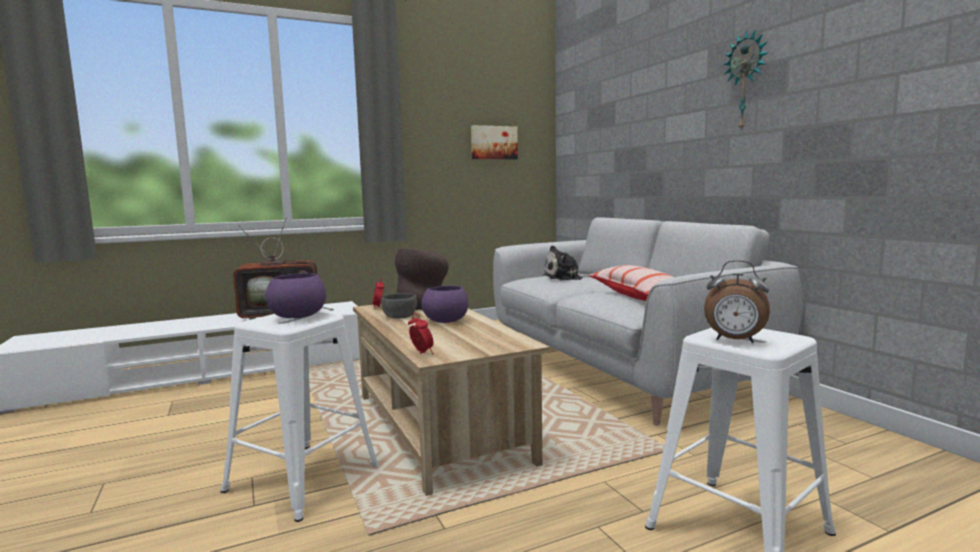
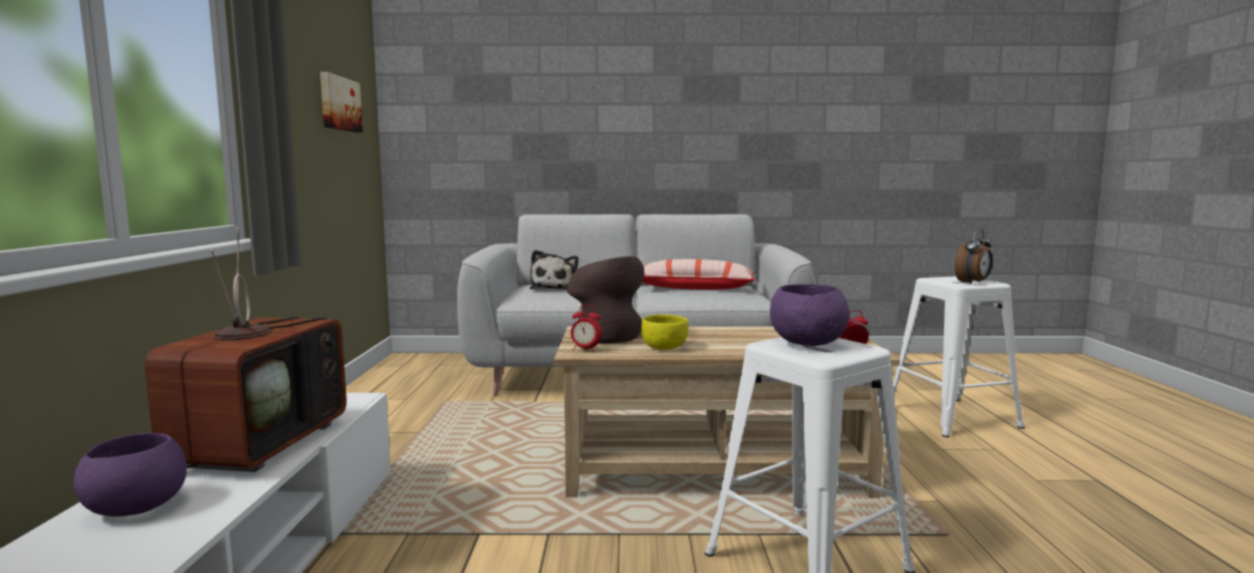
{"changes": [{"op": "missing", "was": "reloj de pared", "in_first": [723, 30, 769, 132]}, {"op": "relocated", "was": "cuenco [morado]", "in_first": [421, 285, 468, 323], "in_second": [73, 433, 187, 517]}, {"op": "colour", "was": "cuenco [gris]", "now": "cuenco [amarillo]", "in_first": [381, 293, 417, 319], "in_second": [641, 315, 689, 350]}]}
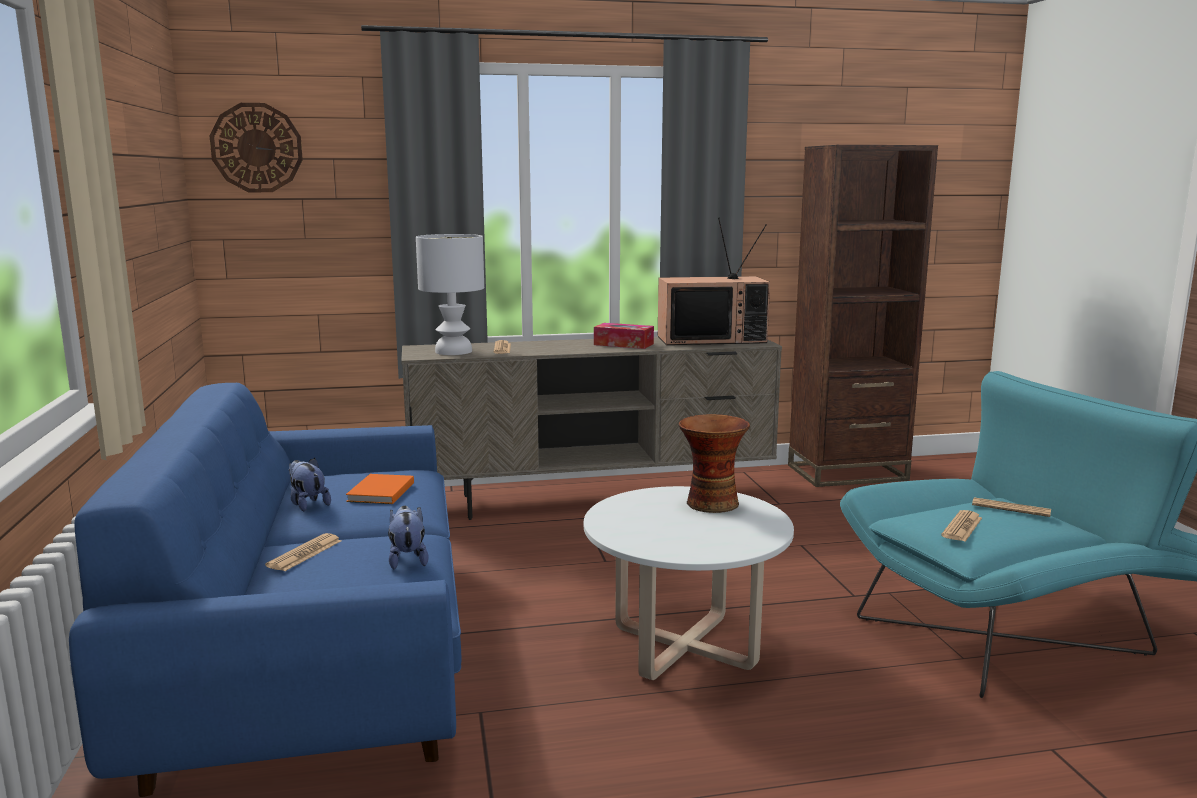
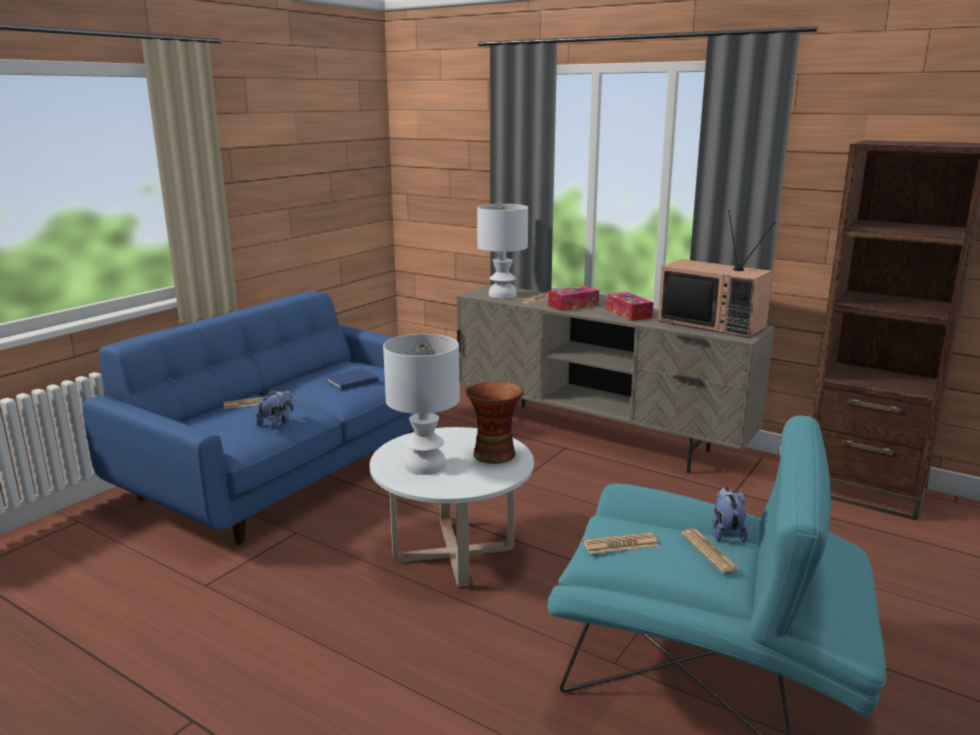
{"changes": [{"op": "missing", "was": "reloj de pared", "in_first": [210, 103, 303, 192]}, {"op": "relocated", "was": "peluche", "in_first": [289, 458, 331, 511], "in_second": [713, 487, 748, 543]}, {"op": "colour", "was": "libro [naranja]", "now": "libro [azul]", "in_first": [346, 474, 414, 504], "in_second": [326, 369, 379, 391]}, {"op": "appeared", "now": "caja de pañuelos", "in_second": [548, 286, 599, 311]}, {"op": "appeared", "now": "lámpara de mesa [blanco]", "in_second": [383, 334, 460, 475]}]}
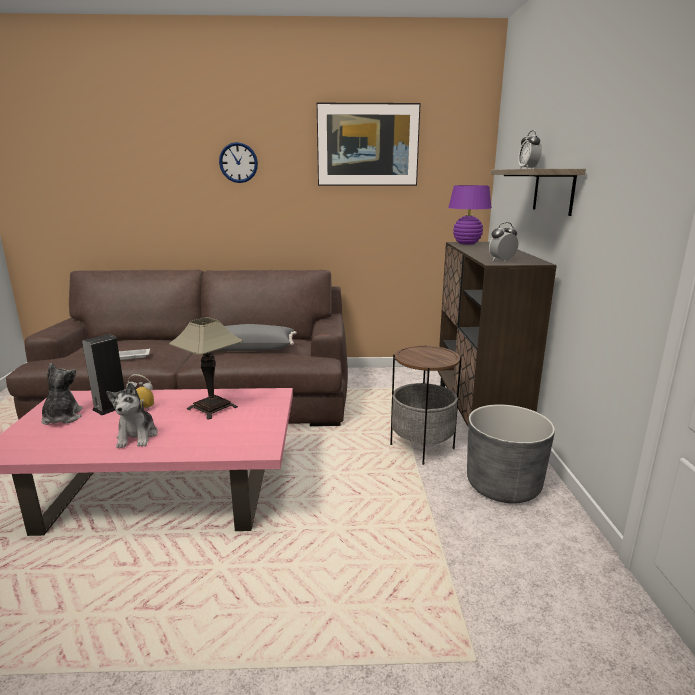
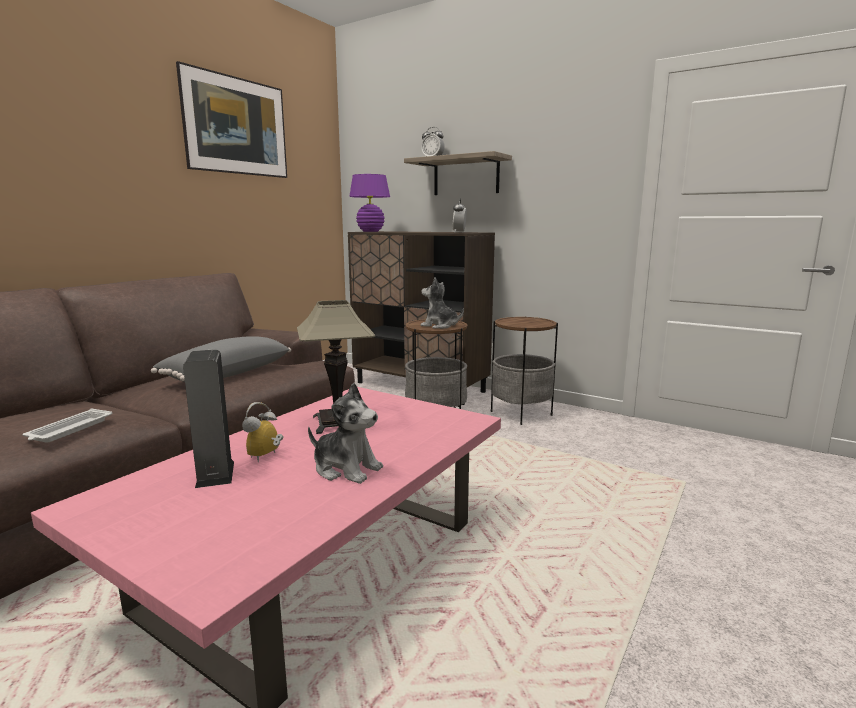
{"changes": [{"op": "missing", "was": "reloj de pared", "in_first": [219, 142, 258, 183]}, {"op": "relocated", "was": "peluche", "in_first": [41, 363, 83, 425], "in_second": [420, 277, 464, 329]}, {"op": "exchanged", "was": "maceta [gris]", "now": "mesa auxiliar", "in_first": [467, 404, 555, 503], "in_second": [491, 316, 558, 425]}]}
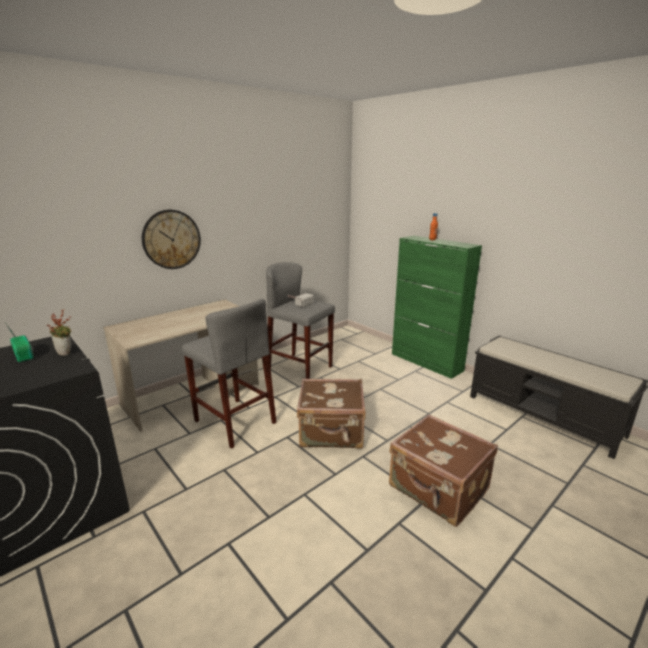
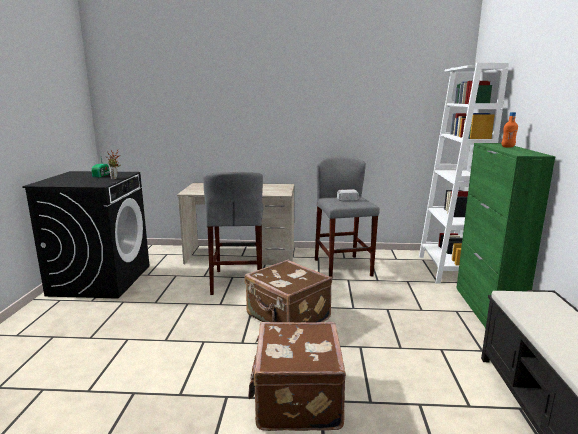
{"changes": [{"op": "missing", "was": "reloj de pared", "in_first": [142, 210, 201, 269]}, {"op": "appeared", "now": "estantería [blanco]", "in_second": [419, 63, 509, 284]}]}
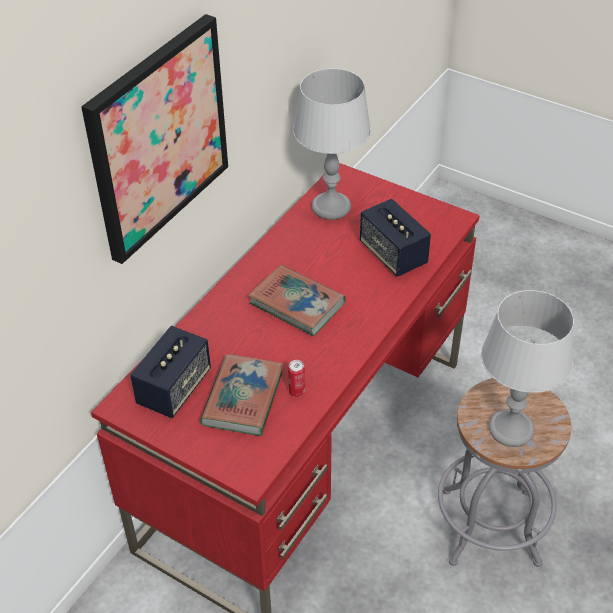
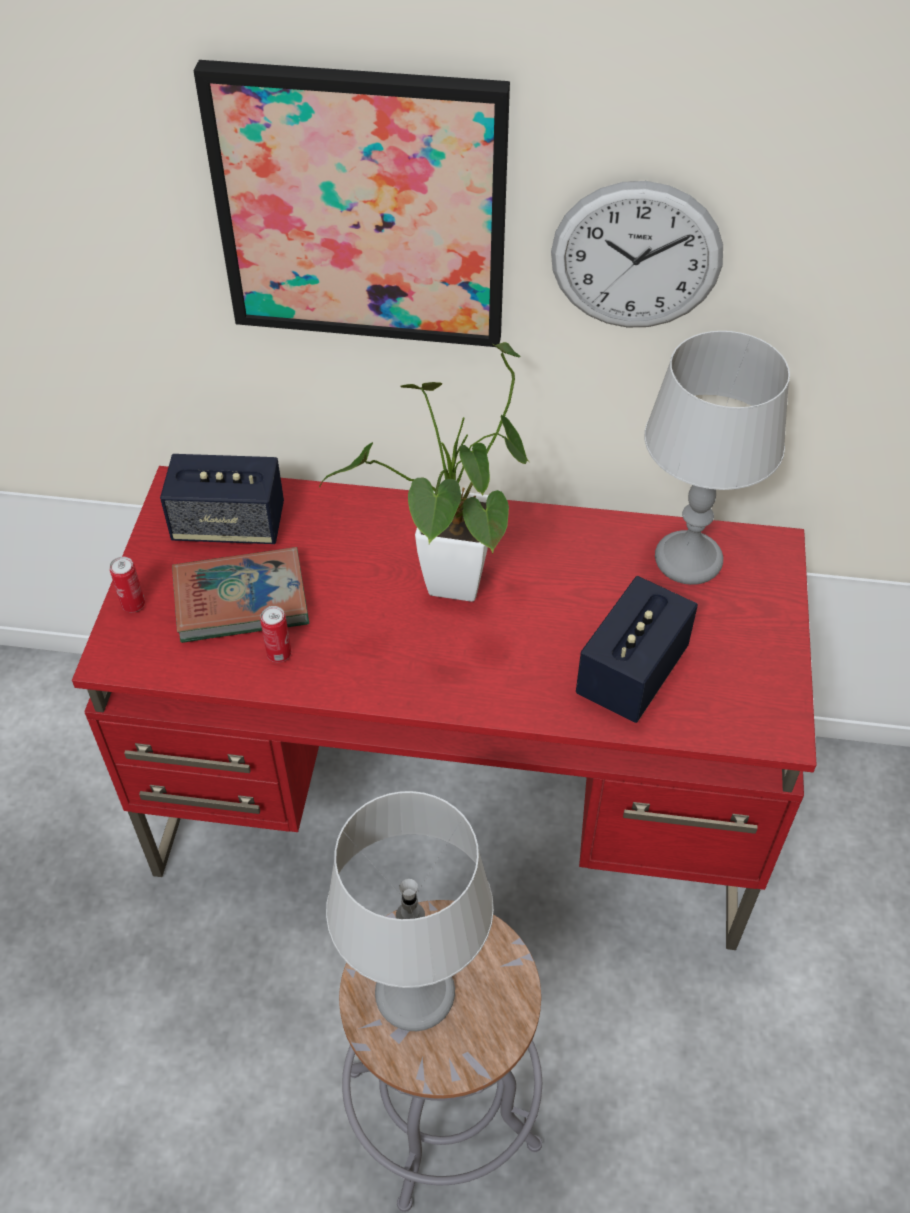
{"changes": [{"op": "exchanged", "was": "libro", "now": "planta en maceta", "in_first": [248, 265, 345, 336], "in_second": [318, 342, 529, 602]}, {"op": "appeared", "now": "reloj de pared", "in_second": [551, 181, 723, 327]}, {"op": "appeared", "now": "lata", "in_second": [110, 556, 145, 612]}]}
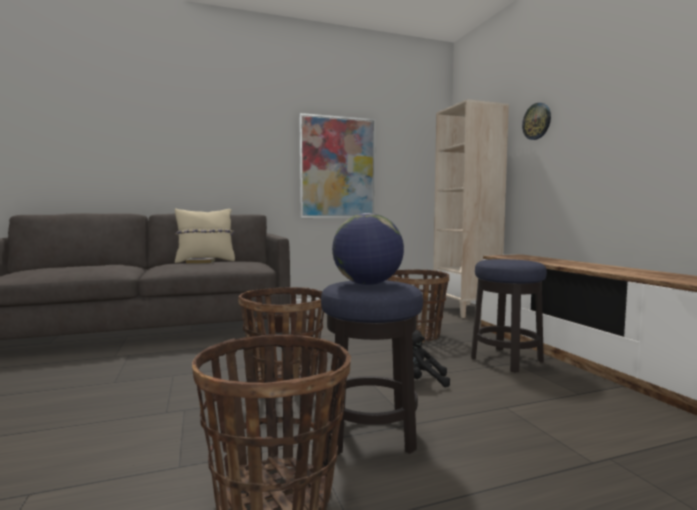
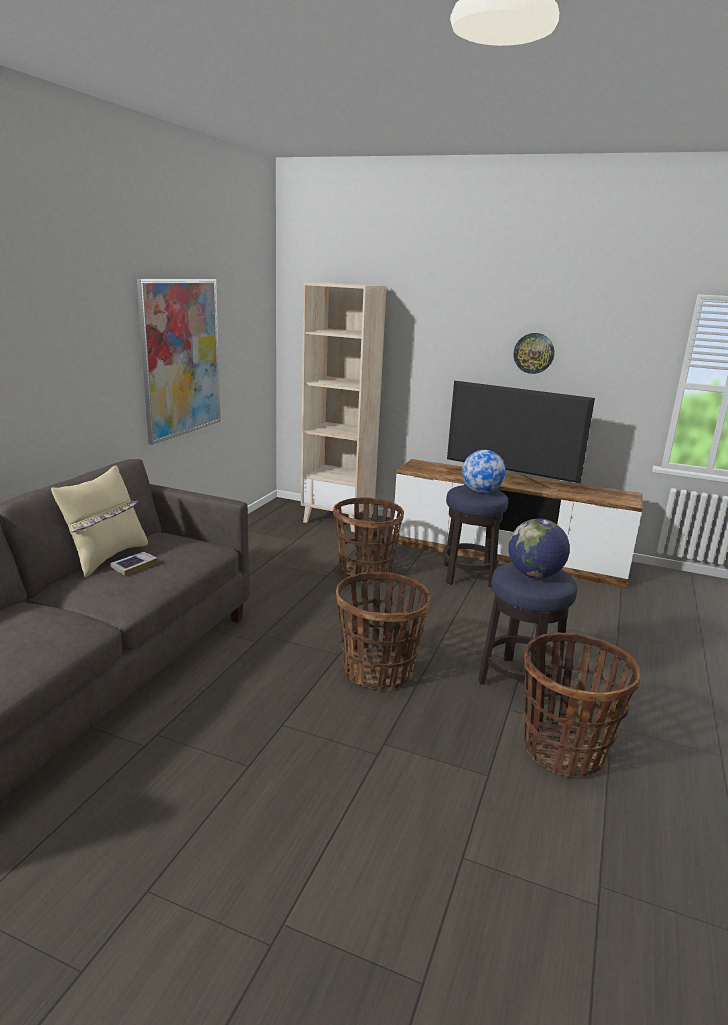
{"changes": [{"op": "relocated", "was": "reloj de pared", "in_first": [522, 103, 551, 140], "in_second": [514, 333, 555, 374]}, {"op": "missing", "was": "peluche [negro]", "in_first": [412, 330, 450, 387]}, {"op": "appeared", "now": "televisor", "in_second": [447, 380, 595, 489]}, {"op": "appeared", "now": "globo terráqueo", "in_second": [462, 450, 506, 493]}]}
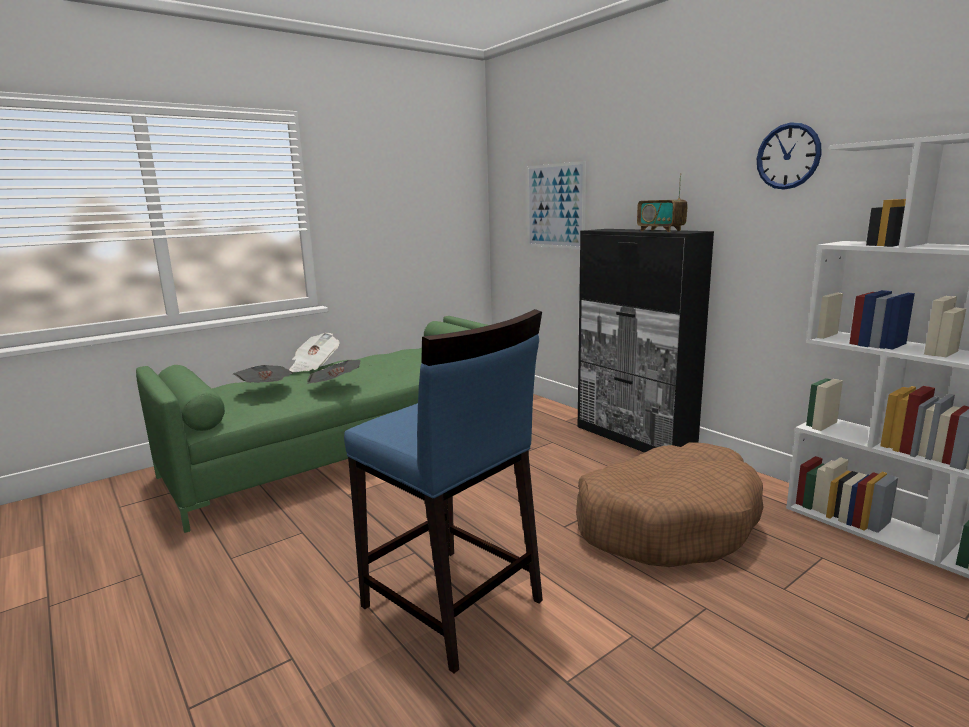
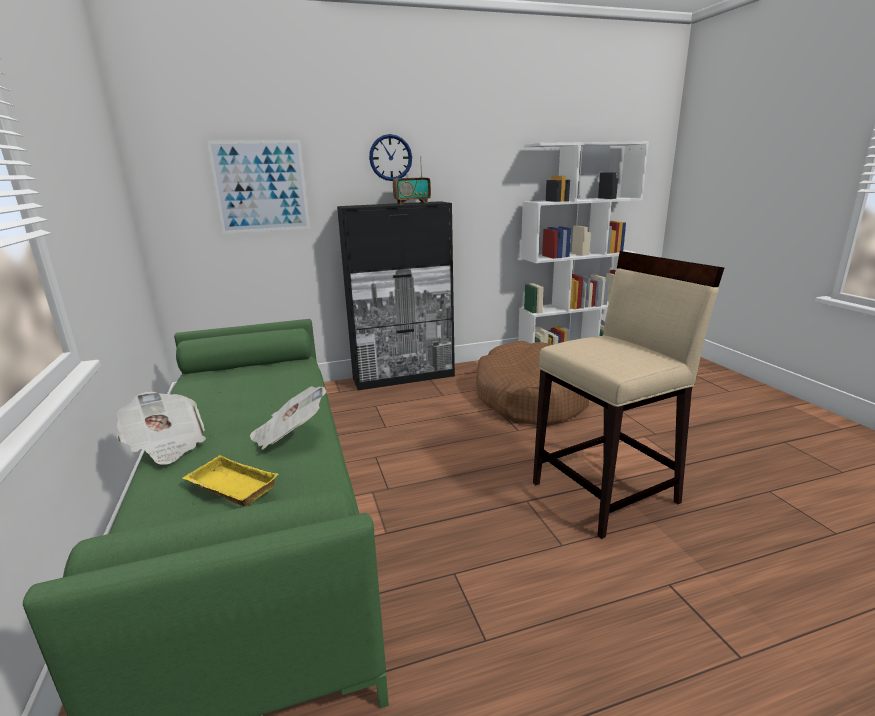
{"changes": [{"op": "relocated", "was": "reloj de pared", "in_first": [757, 122, 822, 190], "in_second": [369, 134, 412, 181]}, {"op": "colour", "was": "taburete [azul]", "now": "taburete [beis]", "in_first": [344, 309, 543, 674], "in_second": [533, 251, 724, 539]}, {"op": "exchanged", "was": "periódico", "now": "bandeja [amarillo]", "in_first": [233, 365, 293, 383], "in_second": [182, 455, 279, 506]}]}
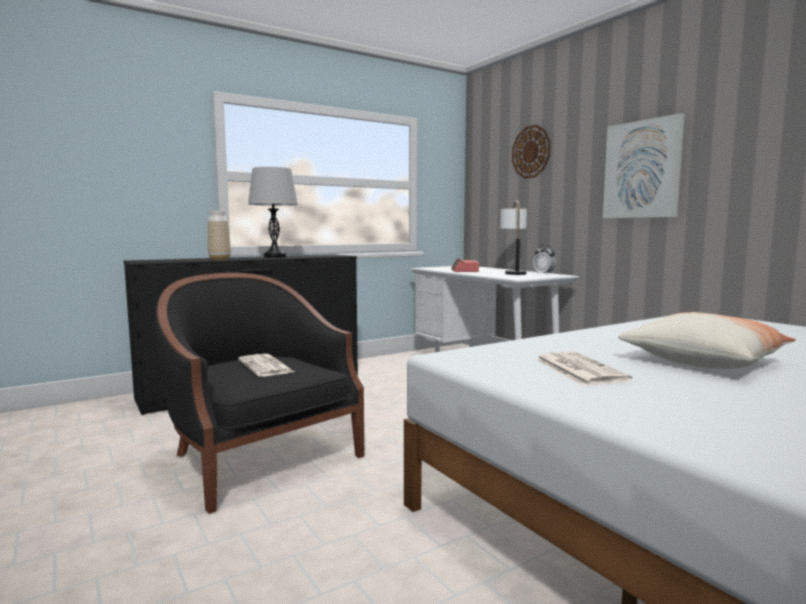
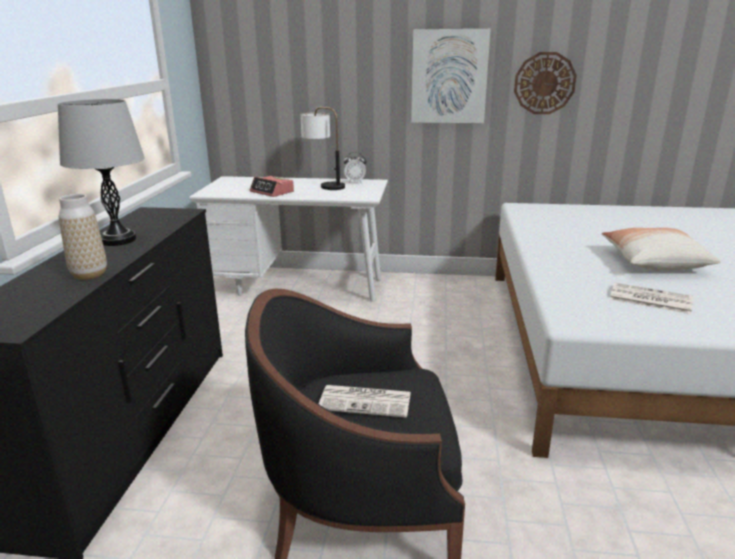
{"changes": [{"op": "relocated", "was": "reloj de pared", "in_first": [512, 125, 551, 179], "in_second": [514, 52, 577, 114]}]}
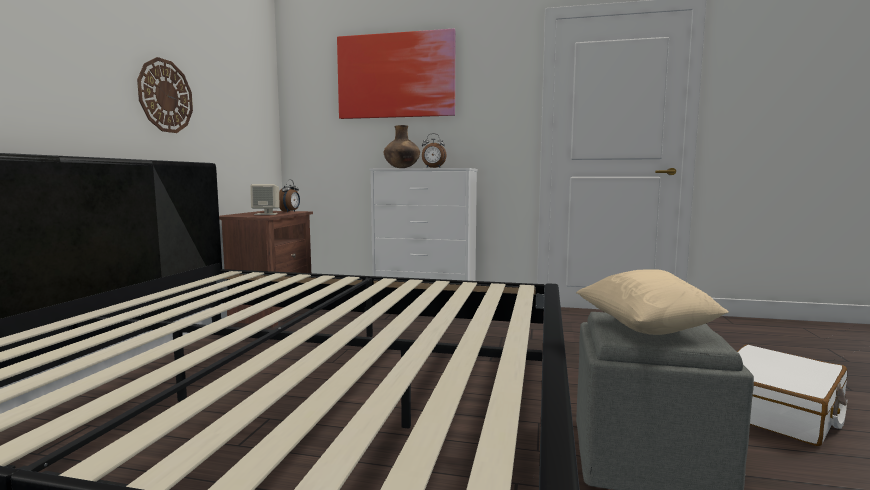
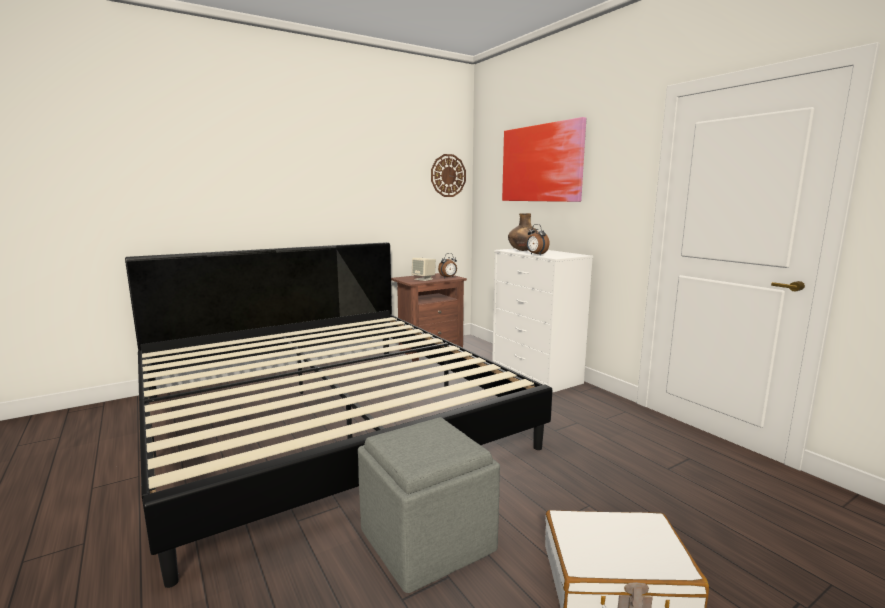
{"changes": [{"op": "relocated", "was": "reloj de pared", "in_first": [137, 57, 193, 133], "in_second": [431, 154, 466, 197]}, {"op": "missing", "was": "cojín [beis]", "in_first": [576, 269, 729, 335]}]}
